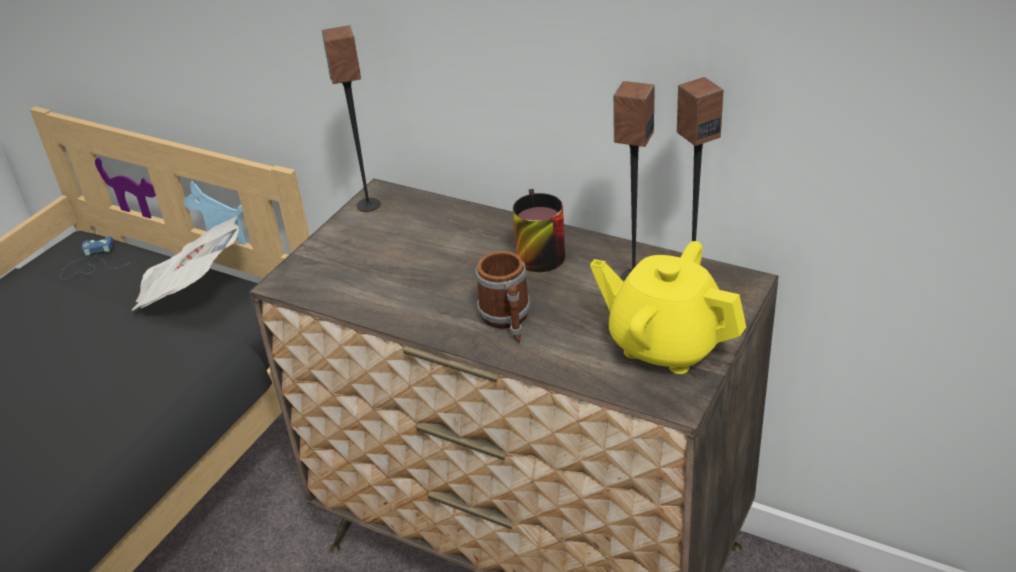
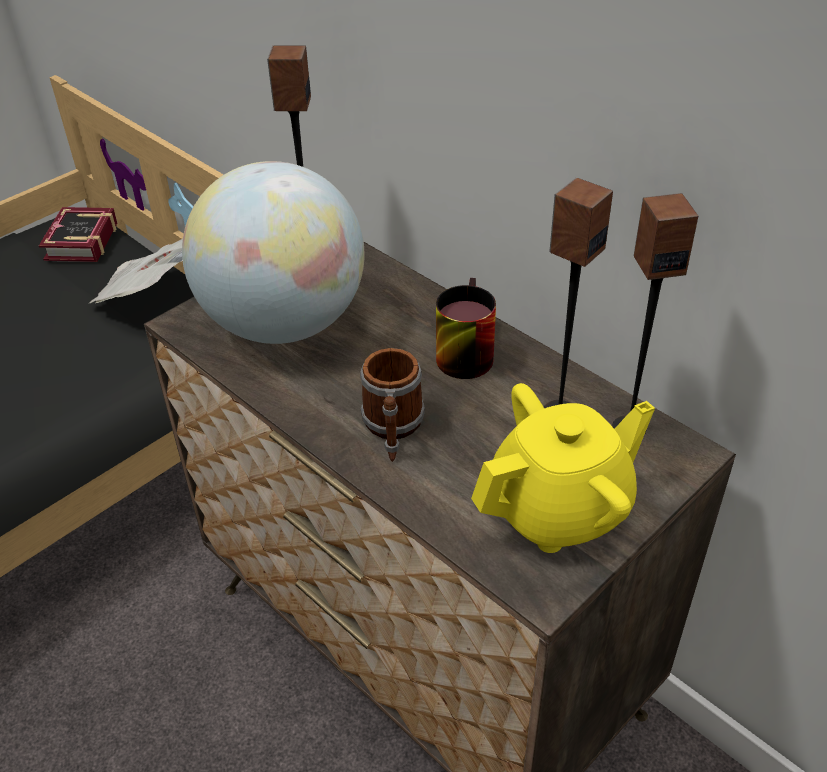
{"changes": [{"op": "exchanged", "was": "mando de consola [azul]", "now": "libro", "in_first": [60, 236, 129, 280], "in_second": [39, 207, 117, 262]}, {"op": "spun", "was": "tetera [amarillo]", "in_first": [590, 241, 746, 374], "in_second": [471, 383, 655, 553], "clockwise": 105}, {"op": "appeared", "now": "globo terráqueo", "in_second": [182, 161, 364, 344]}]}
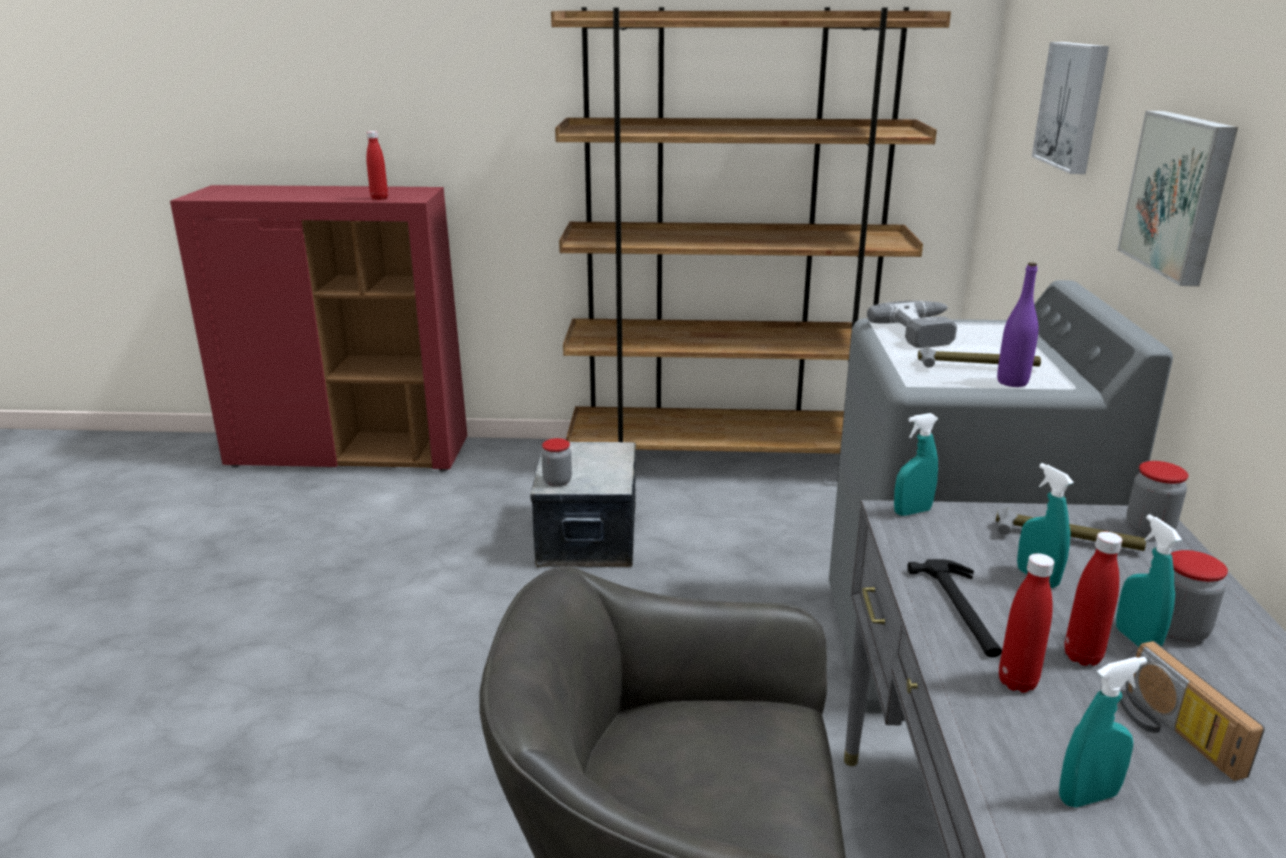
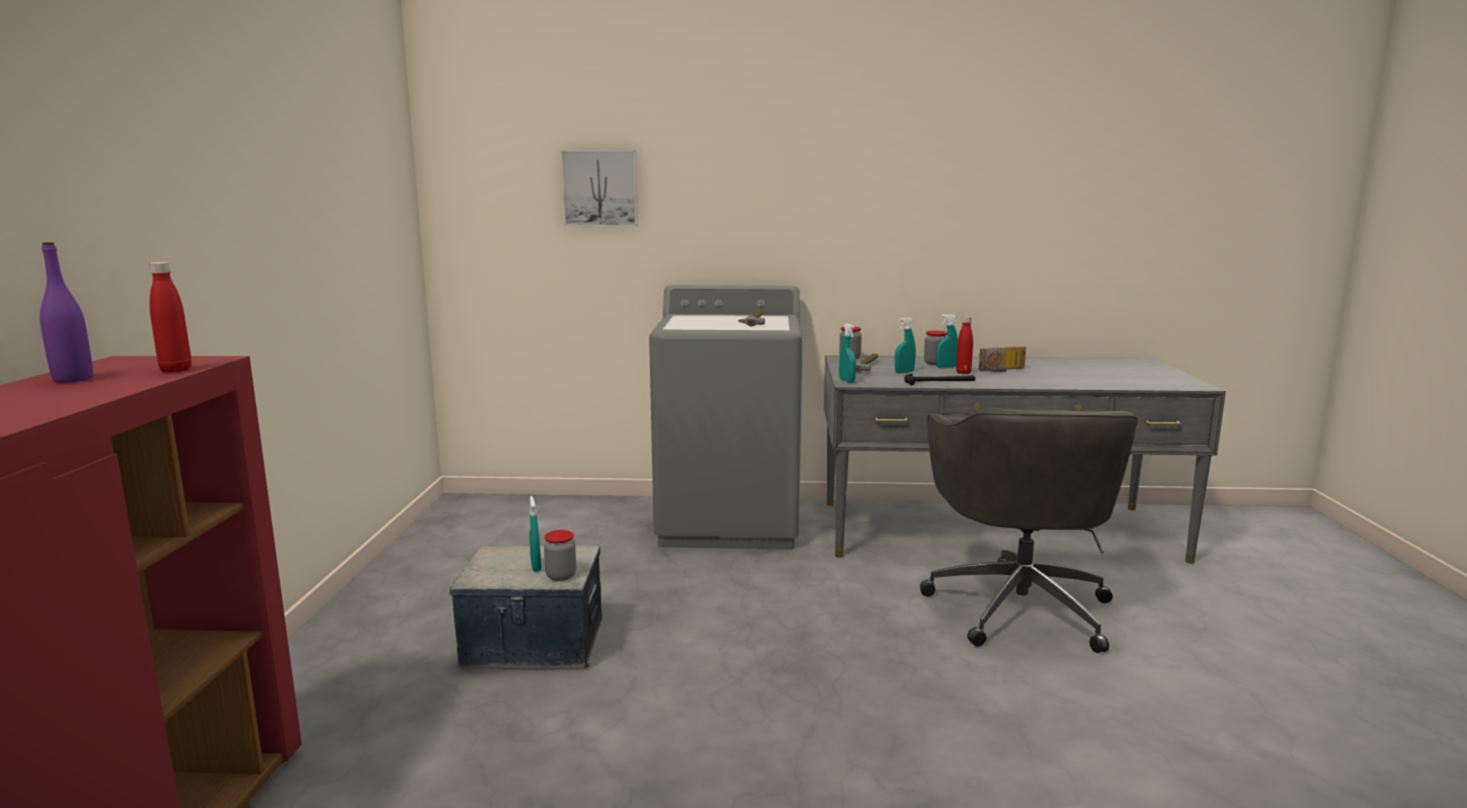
{"changes": [{"op": "missing", "was": "estantería [marrón]", "in_first": [551, 7, 951, 485]}, {"op": "missing", "was": "cuadro", "in_first": [1117, 111, 1238, 286]}, {"op": "relocated", "was": "botella [morado]", "in_first": [997, 262, 1039, 387], "in_second": [40, 242, 93, 383]}, {"op": "missing", "was": "taladro", "in_first": [867, 301, 957, 348]}, {"op": "missing", "was": "botella [rojo]", "in_first": [999, 553, 1054, 693]}, {"op": "relocated", "was": "pulverizador [turquesa]", "in_first": [1059, 657, 1147, 808], "in_second": [530, 496, 542, 572]}]}
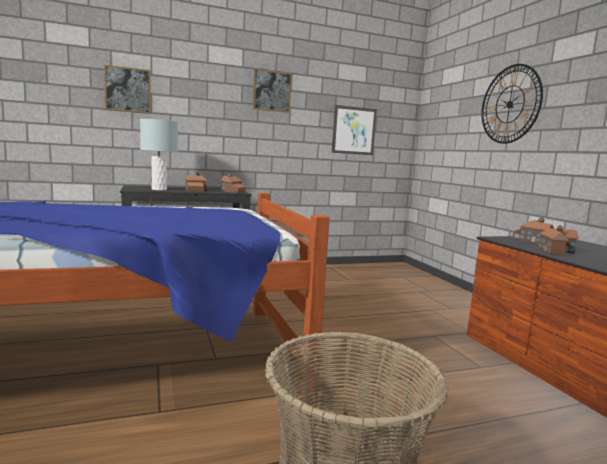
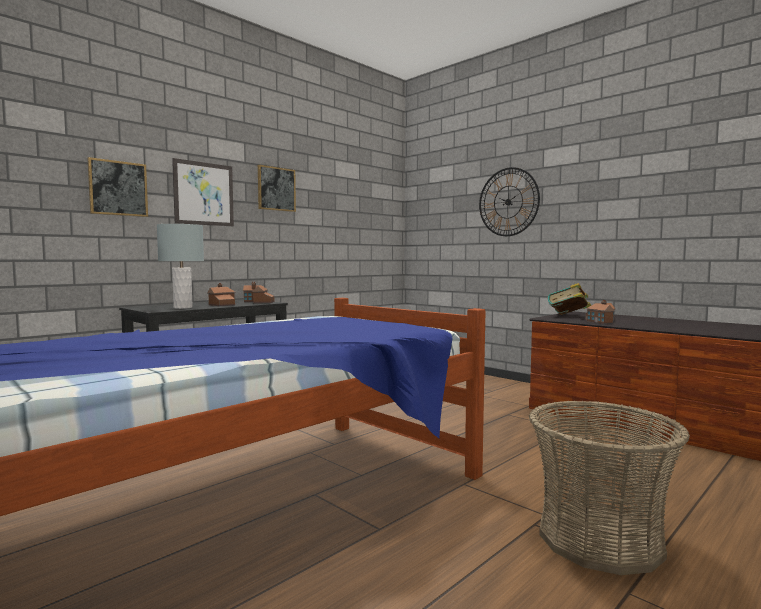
{"changes": [{"op": "relocated", "was": "cuadro", "in_first": [332, 105, 377, 155], "in_second": [172, 158, 234, 226]}, {"op": "exchanged", "was": "casita", "now": "libro", "in_first": [513, 217, 554, 244], "in_second": [548, 283, 591, 315]}]}
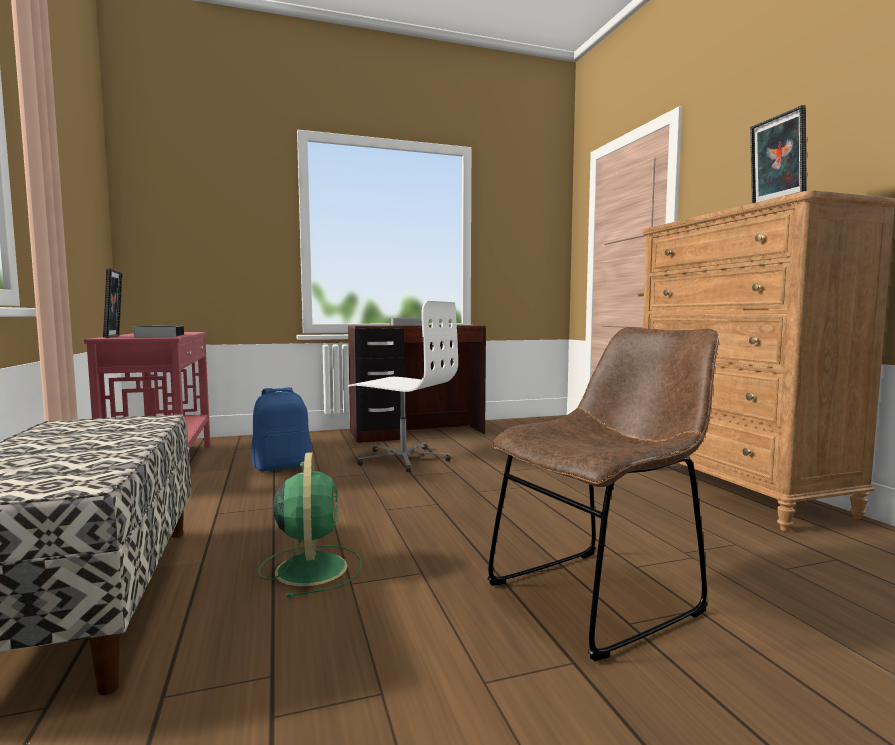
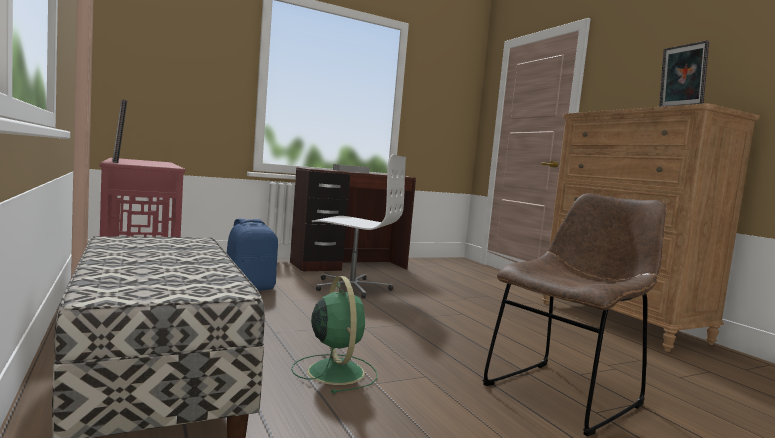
{"changes": [{"op": "missing", "was": "libro", "in_first": [133, 326, 184, 337]}]}
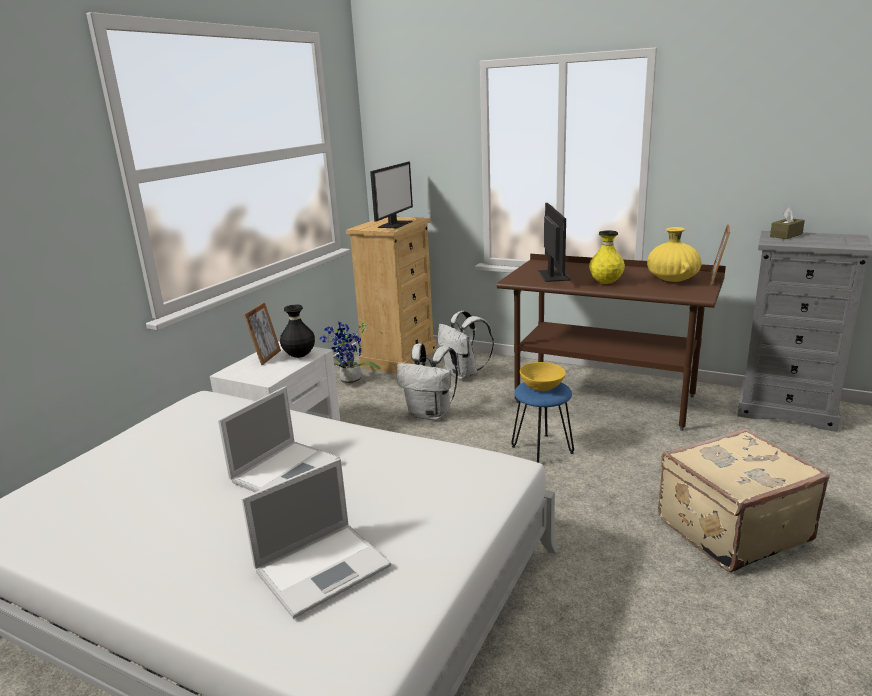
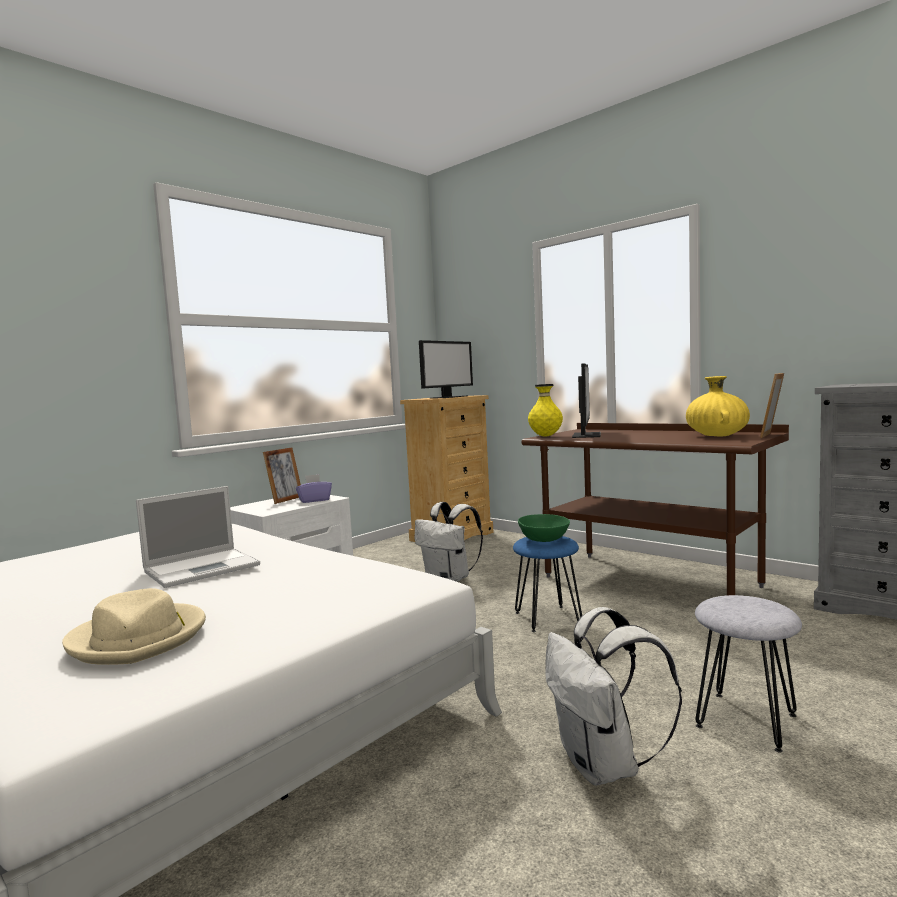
{"changes": [{"op": "missing", "was": "caja de pañuelos [marrón]", "in_first": [770, 208, 805, 239]}, {"op": "relocated", "was": "florero [amarillo]", "in_first": [589, 230, 625, 284], "in_second": [528, 384, 563, 437]}, {"op": "exchanged", "was": "florero [negro]", "now": "caja de pañuelos [morado]", "in_first": [280, 305, 315, 358], "in_second": [296, 474, 332, 503]}, {"op": "relocated", "was": "mochila [blanco]", "in_first": [438, 311, 494, 380], "in_second": [546, 607, 682, 786]}, {"op": "missing", "was": "planta en maceta", "in_first": [320, 322, 380, 385]}, {"op": "colour", "was": "cuenco [amarillo]", "now": "cuenco [verde]", "in_first": [520, 362, 566, 391], "in_second": [518, 514, 570, 542]}, {"op": "exchanged", "was": "maleta [beis]", "now": "taburete [gris]", "in_first": [658, 428, 830, 572], "in_second": [695, 595, 802, 753]}, {"op": "exchanged", "was": "portátil", "now": "sombrero [beis]", "in_first": [241, 458, 391, 619], "in_second": [62, 588, 206, 665]}]}
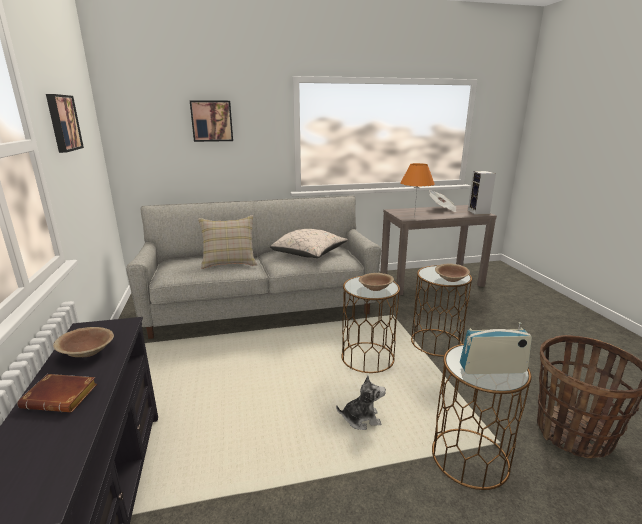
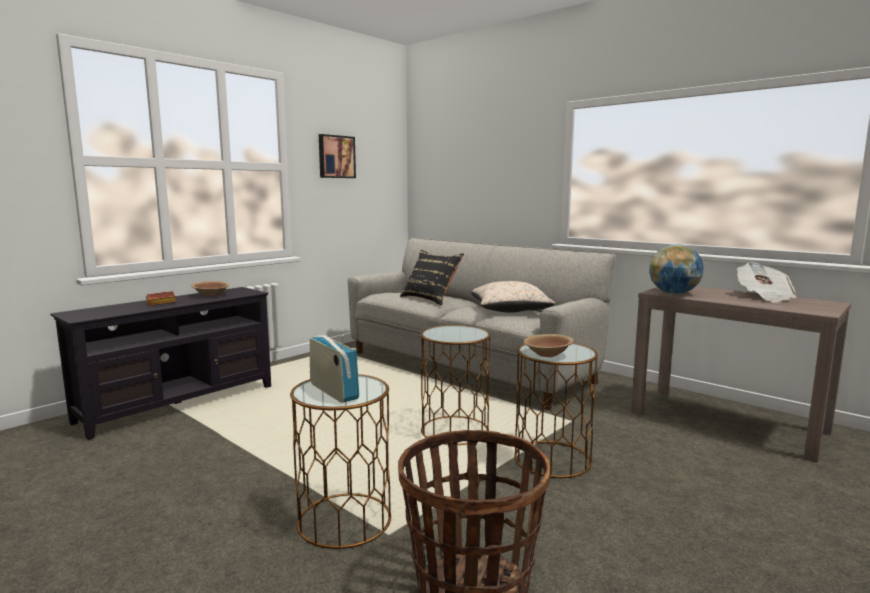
{"changes": [{"op": "missing", "was": "cuadro", "in_first": [190, 100, 233, 142]}, {"op": "exchanged", "was": "lámpara de mesa [naranja]", "now": "globo terráqueo", "in_first": [400, 163, 435, 217], "in_second": [649, 244, 704, 294]}, {"op": "missing", "was": "altavoz", "in_first": [468, 171, 496, 215]}, {"op": "colour", "was": "cojín [beis]", "now": "cojín [negro]", "in_first": [198, 215, 257, 269], "in_second": [400, 250, 464, 305]}, {"op": "missing", "was": "cuenco [marrón]", "in_first": [359, 273, 394, 291]}, {"op": "missing", "was": "peluche", "in_first": [336, 376, 386, 430]}]}
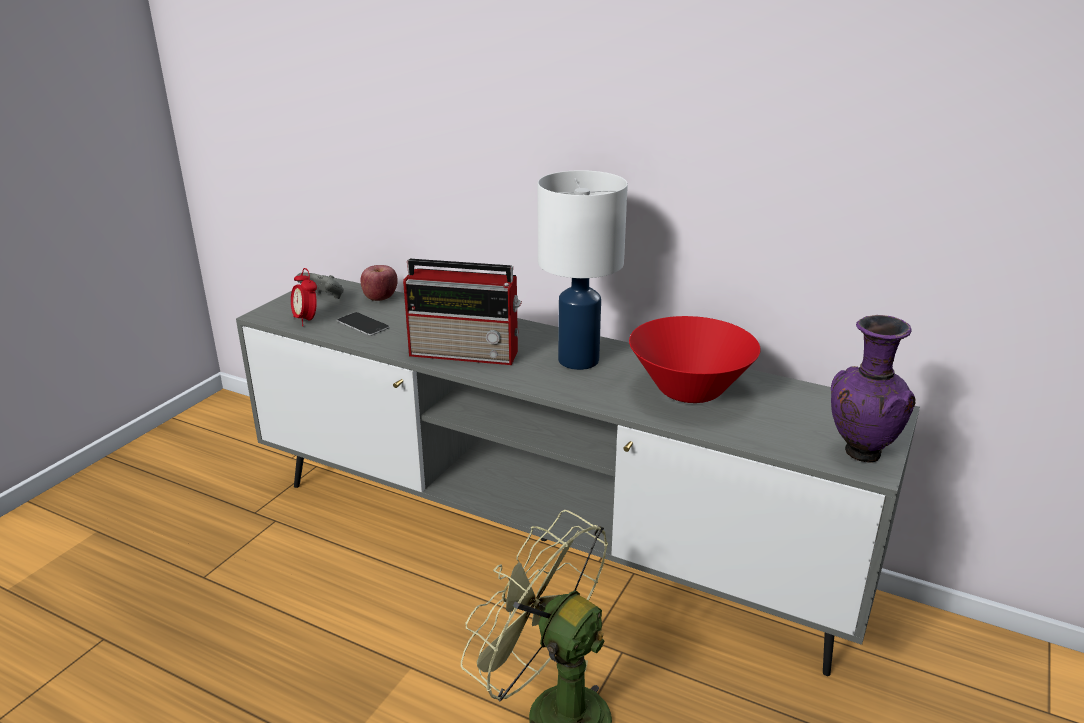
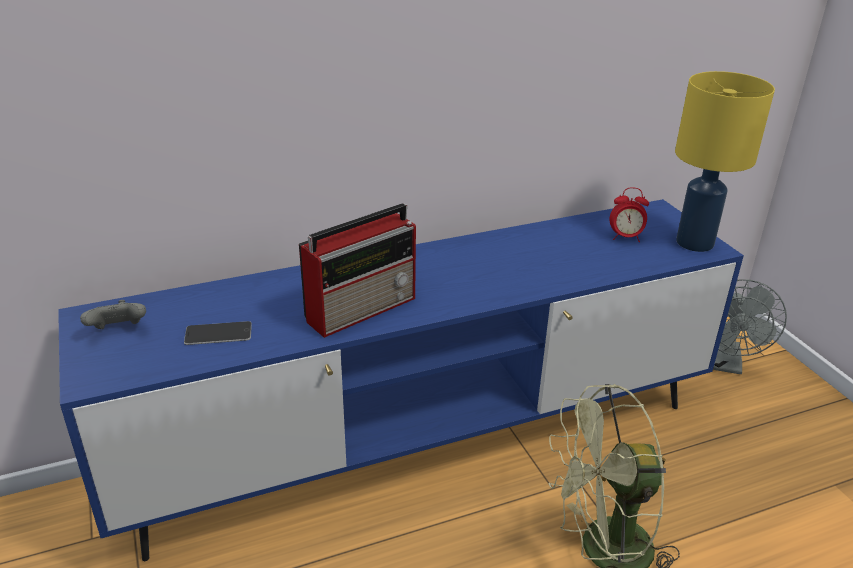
{"changes": [{"op": "missing", "was": "lámpara de mesa [blanco]", "in_first": [538, 170, 628, 370]}, {"op": "missing", "was": "manzana", "in_first": [360, 265, 398, 301]}, {"op": "relocated", "was": "despertador", "in_first": [291, 268, 317, 326], "in_second": [609, 187, 649, 242]}, {"op": "colour", "was": "mueble de televisión [gris]", "now": "mueble de televisión [azul]", "in_first": [236, 275, 920, 676], "in_second": [58, 199, 744, 561]}, {"op": "exchanged", "was": "florero [morado]", "now": "lámpara de mesa [amarillo]", "in_first": [831, 315, 916, 463], "in_second": [675, 71, 775, 252]}, {"op": "missing", "was": "cuenco [rojo]", "in_first": [629, 316, 761, 403]}, {"op": "appeared", "now": "ventilador [gris]", "in_second": [713, 279, 787, 374]}]}
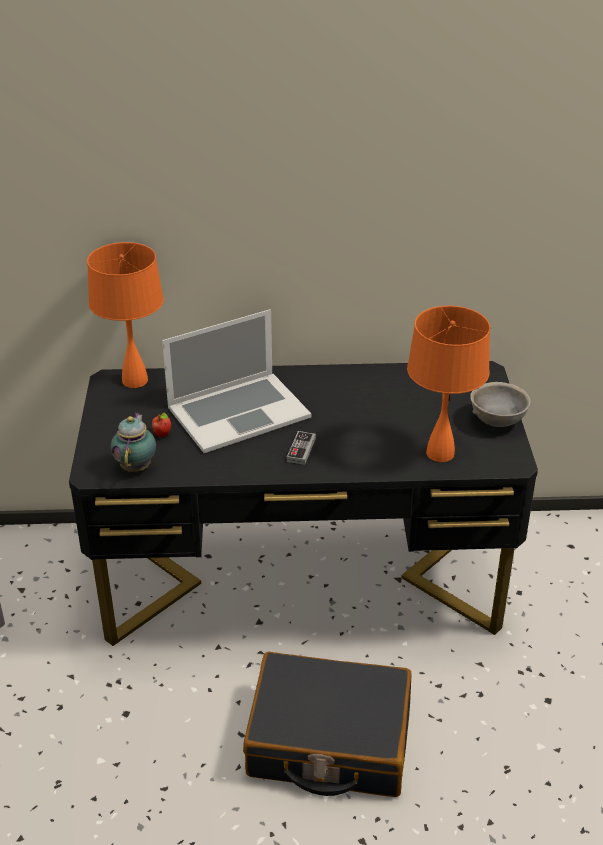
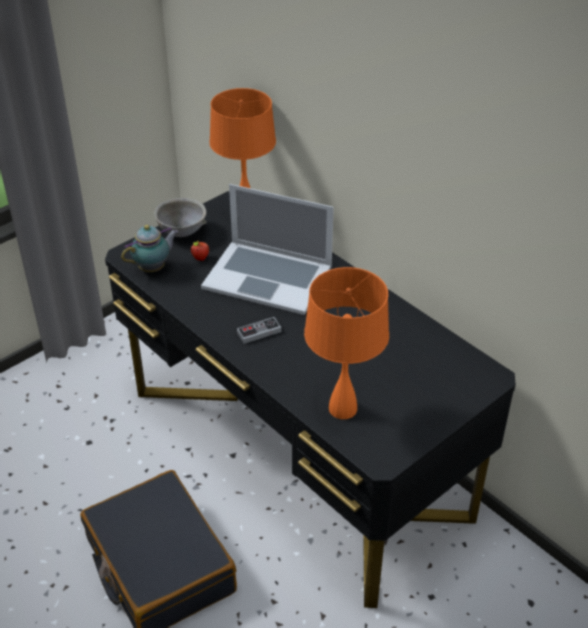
{"changes": [{"op": "relocated", "was": "cuenco [gris]", "in_first": [470, 382, 531, 427], "in_second": [154, 198, 207, 237]}]}
